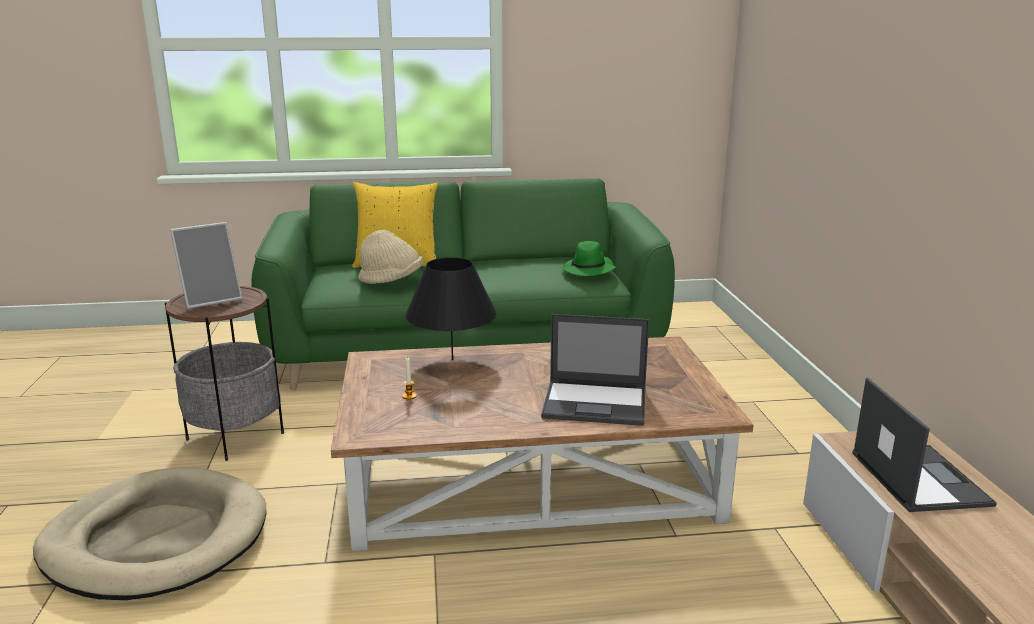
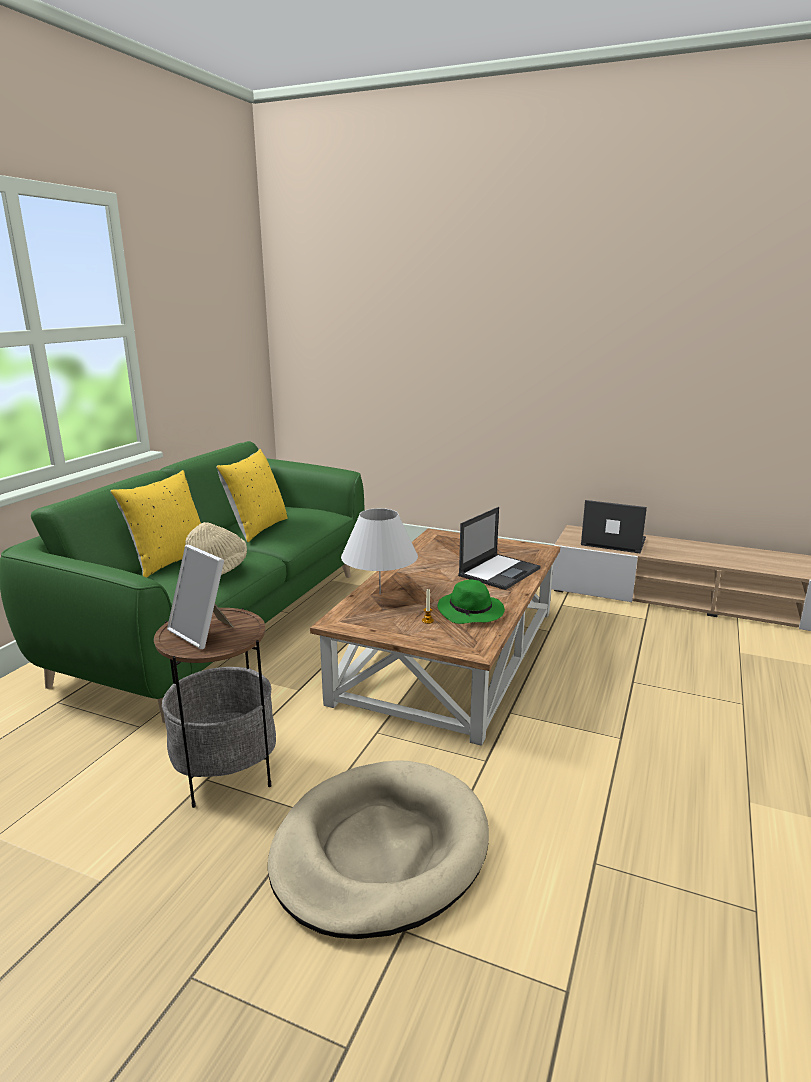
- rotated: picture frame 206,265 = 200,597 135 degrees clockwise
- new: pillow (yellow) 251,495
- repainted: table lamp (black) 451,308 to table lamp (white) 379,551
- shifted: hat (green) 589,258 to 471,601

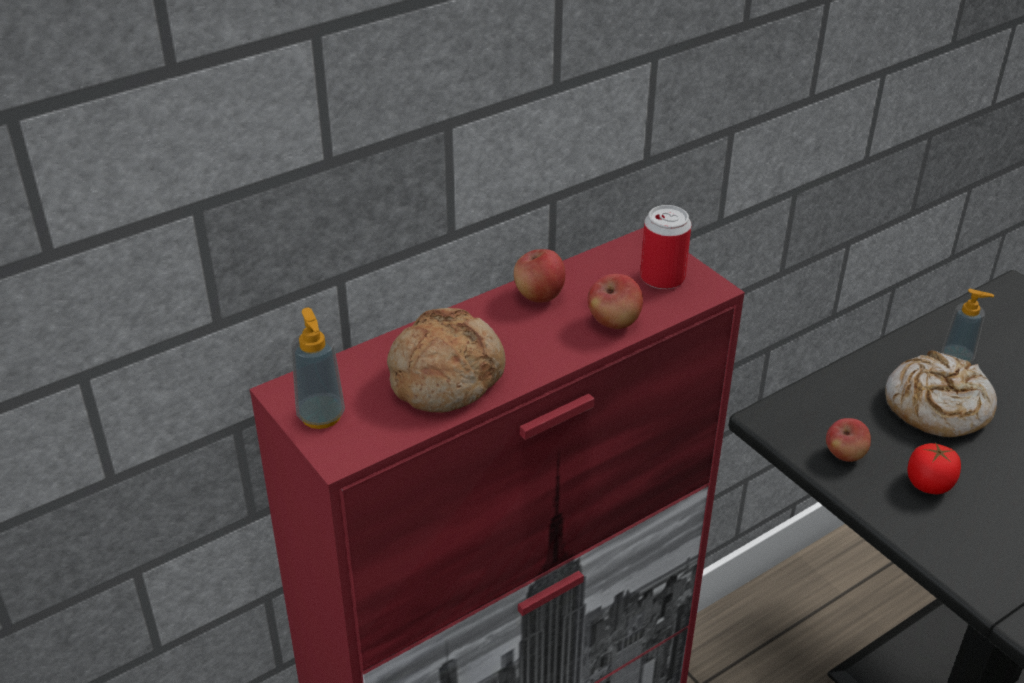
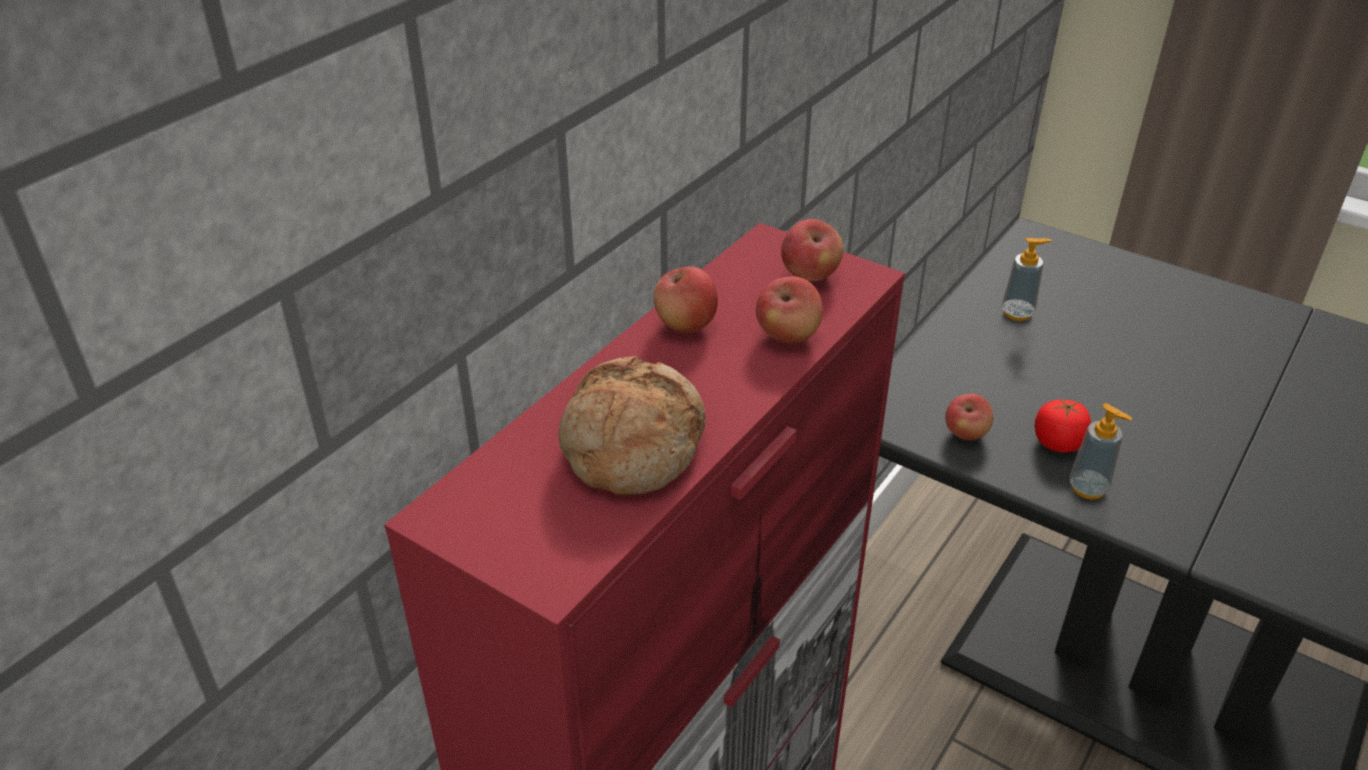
- swapped: can 665,247 to apple 812,250
- shifted: soap dispenser 318,368 to 1100,451
- gone: bread 941,393

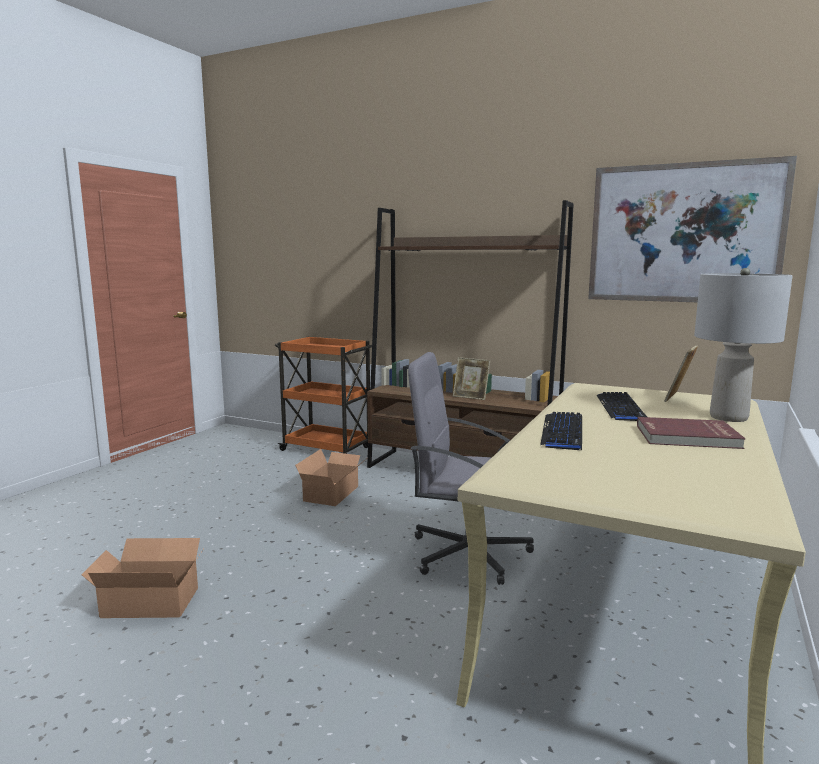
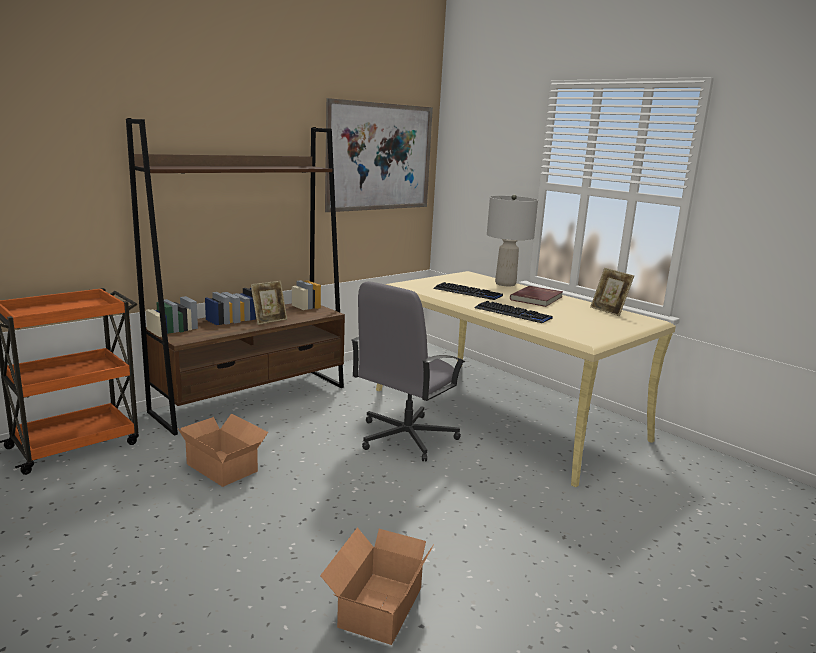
- shifted: picture frame 681,373 to 612,292

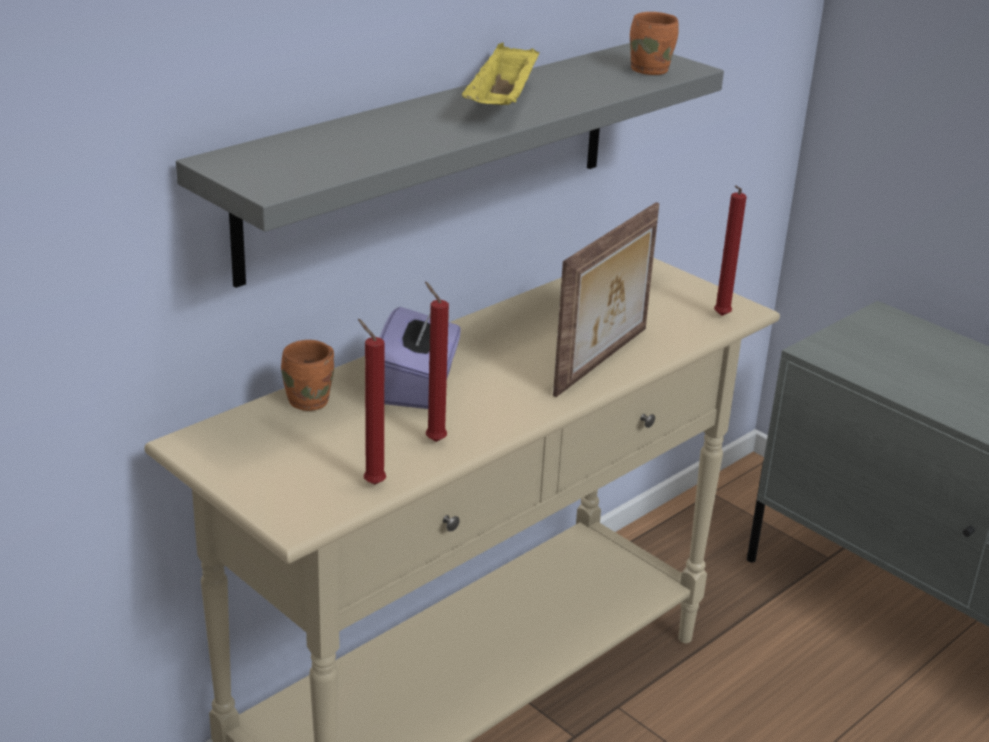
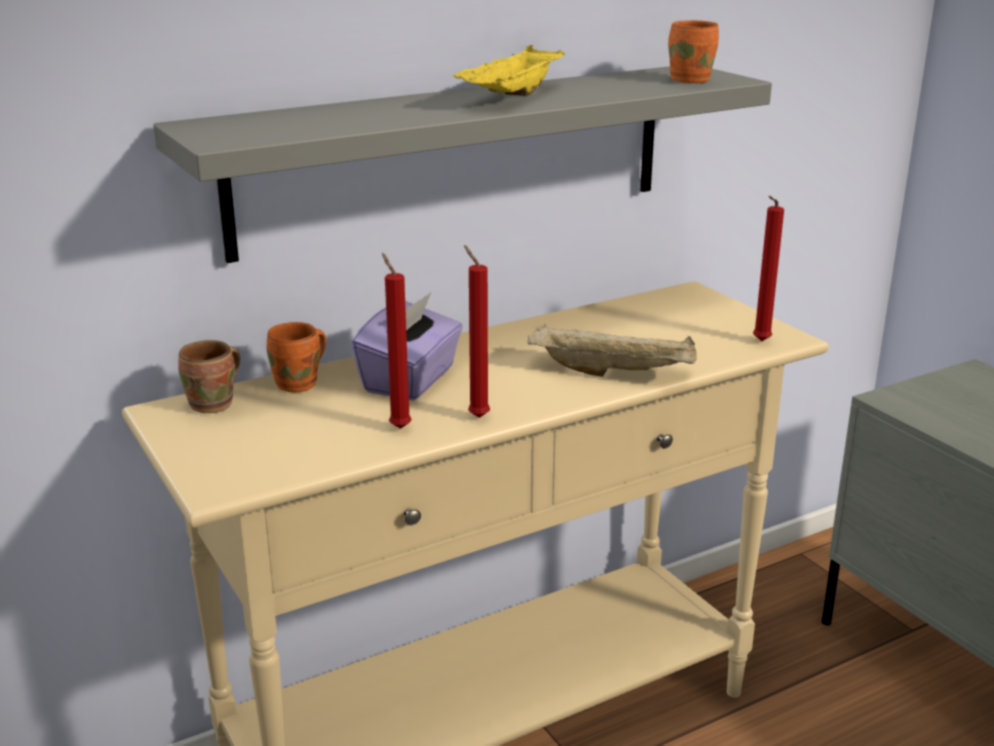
- new: mug (brown) 209,376
- shifted: candle (red) 372,402 to 477,331
- swapped: picture frame 606,299 to tray (beige) 612,350

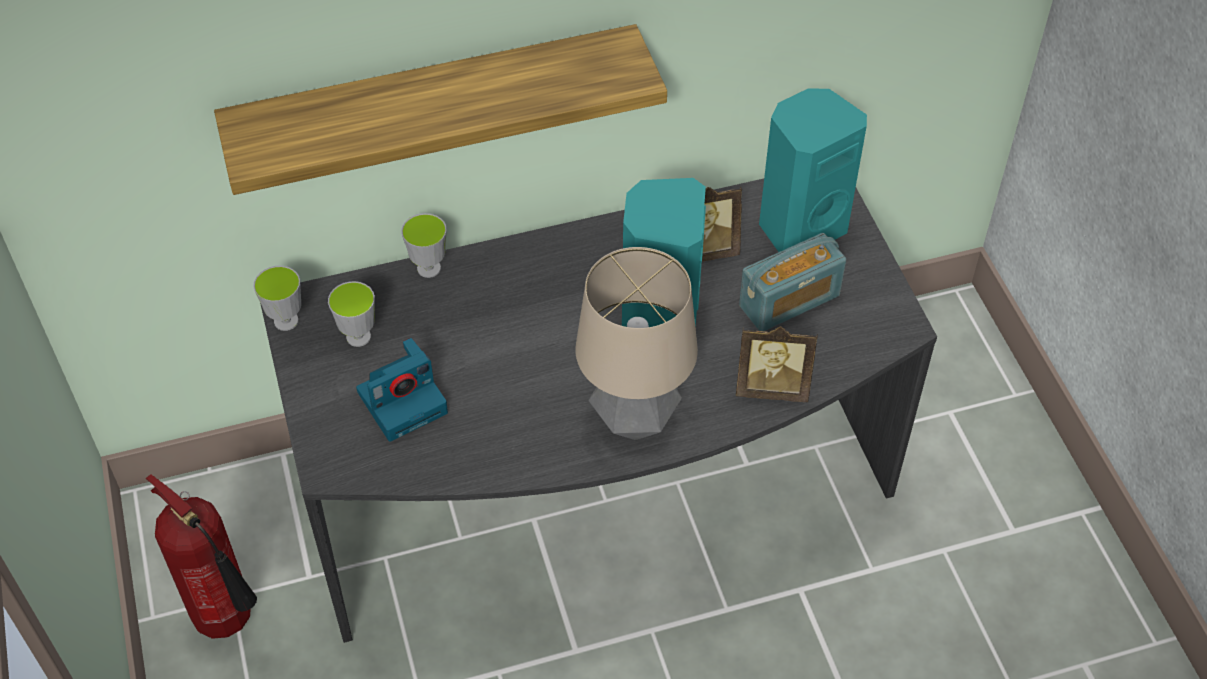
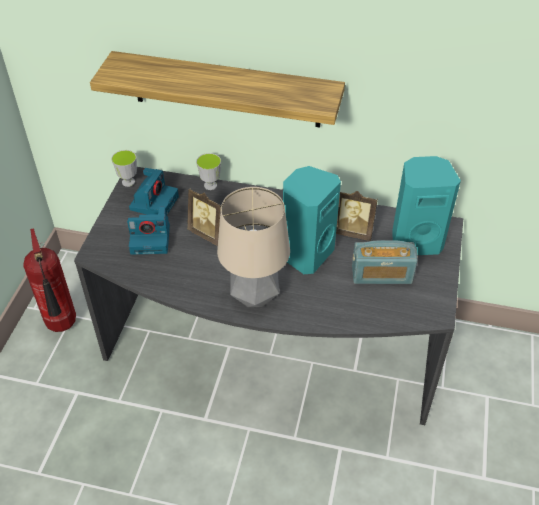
- swapped: cup 351,314 to photo camera 154,191
- shifted: picture frame 777,364 to 204,217

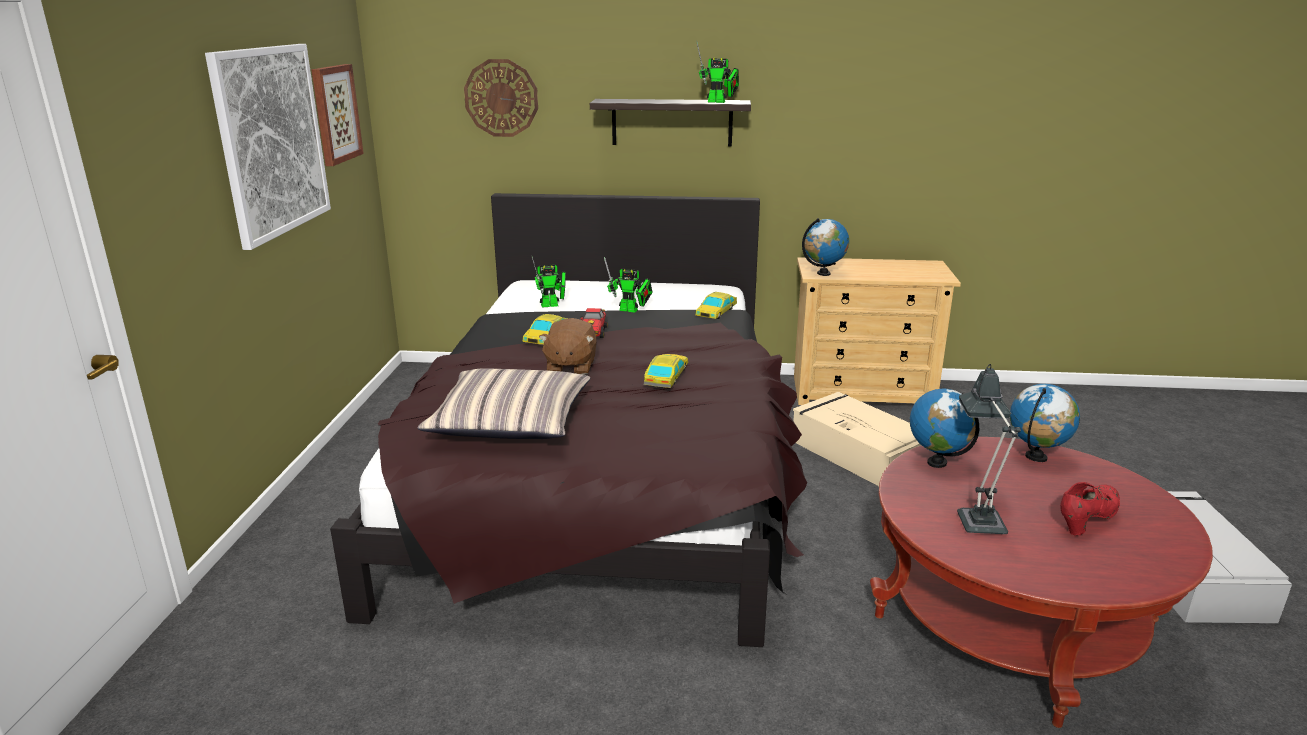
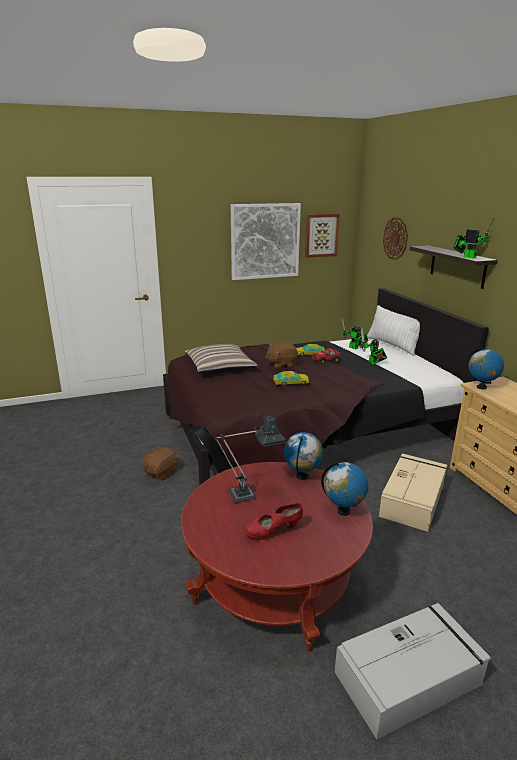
- new: plush toy (brown) 160,463
- rotated: shoe (red) 1090,509 = 273,520 135 degrees clockwise
- new: pillow (white) 393,330
- rotated: toy robot 717,72 = 473,238 150 degrees clockwise
- gone: toy car 716,305

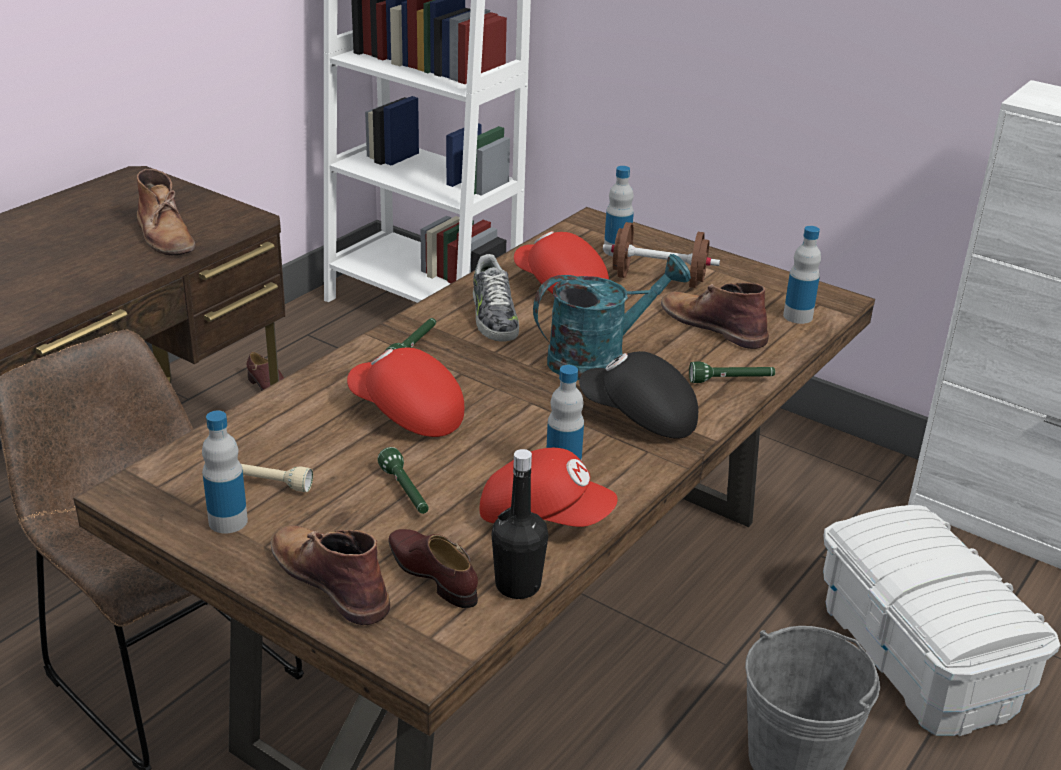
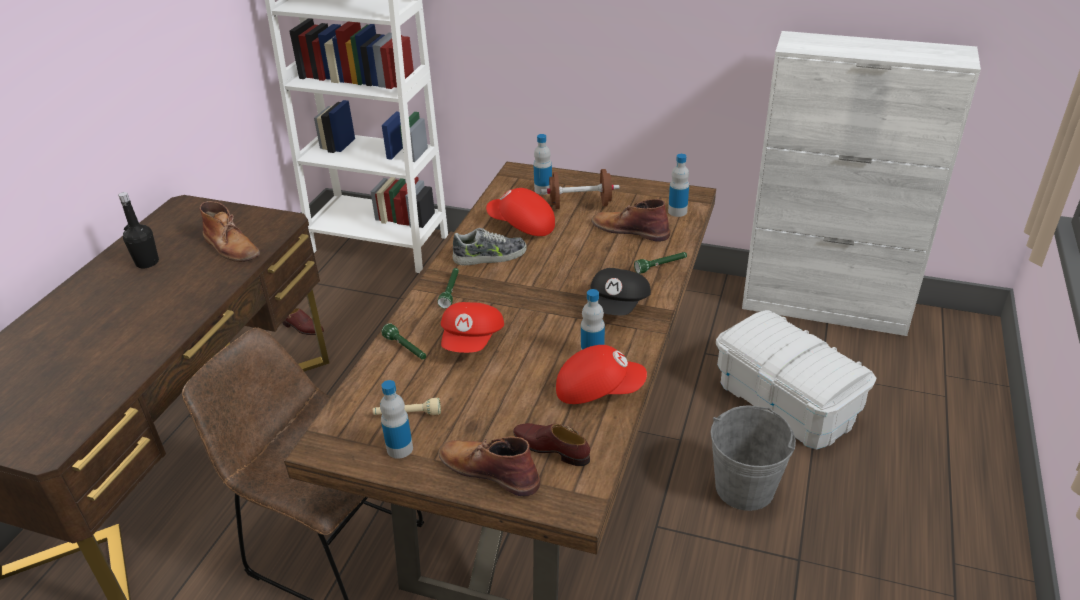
- shifted: bottle (black) 519,524 to 138,230
- shifted: flashlight (green) 403,480 to 403,341
- rotated: cap (red) 405,392 = 472,327 90 degrees counterclockwise
- rotated: shoe 496,298 = 489,247 75 degrees counterclockwise
- rotated: cap (black) 638,395 = 621,291 75 degrees counterclockwise
- gone: watering can (turquoise) 612,317

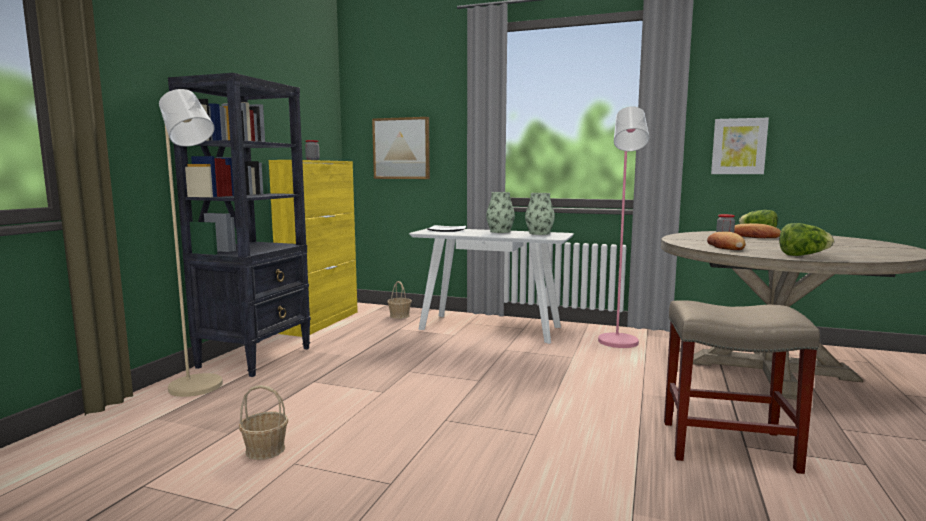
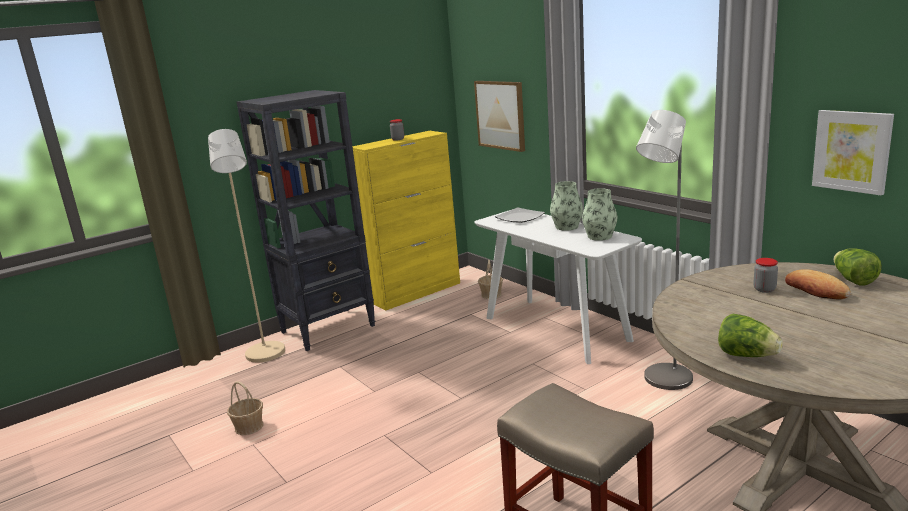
- repainted: floor lamp (pink) 623,227 to floor lamp (grey) 664,250
- gone: bread 726,240

